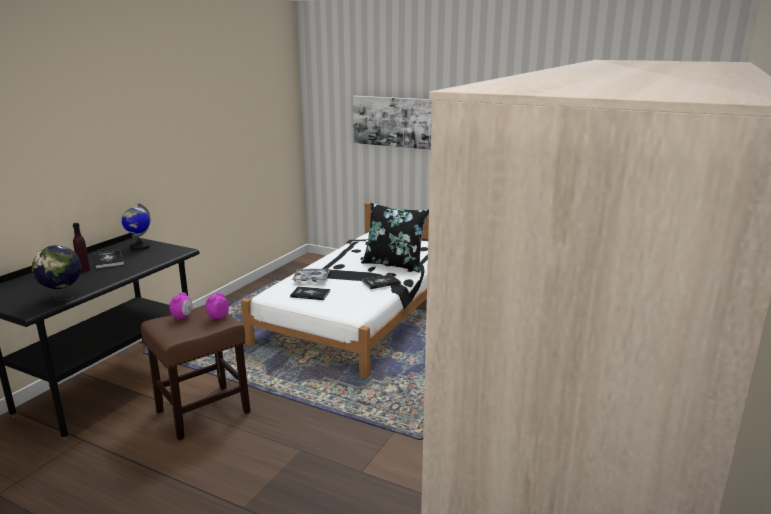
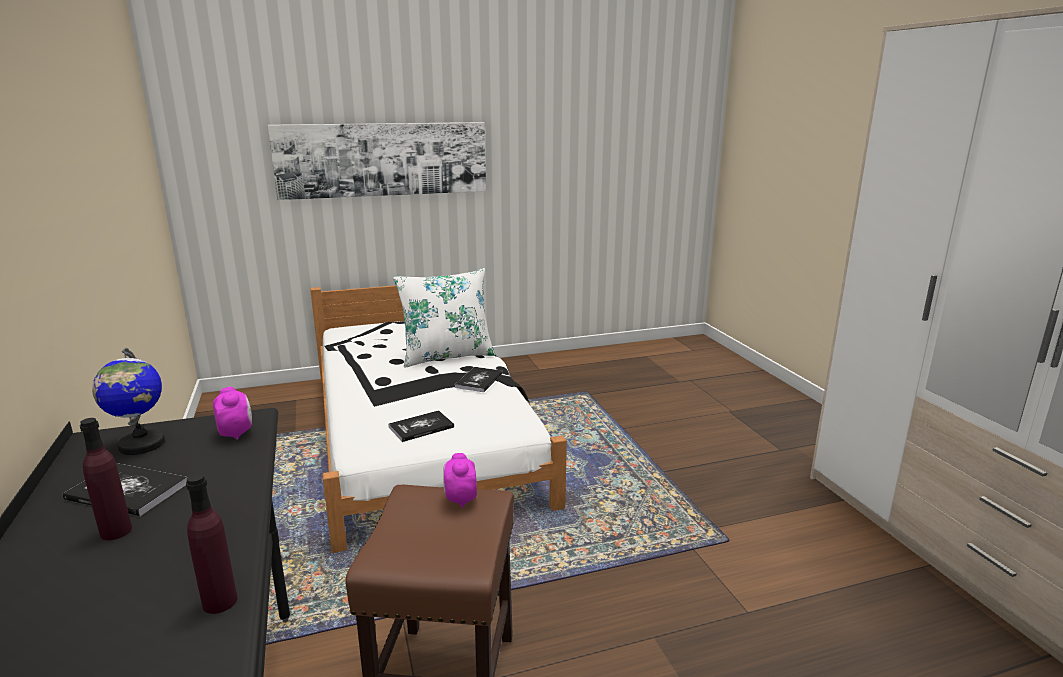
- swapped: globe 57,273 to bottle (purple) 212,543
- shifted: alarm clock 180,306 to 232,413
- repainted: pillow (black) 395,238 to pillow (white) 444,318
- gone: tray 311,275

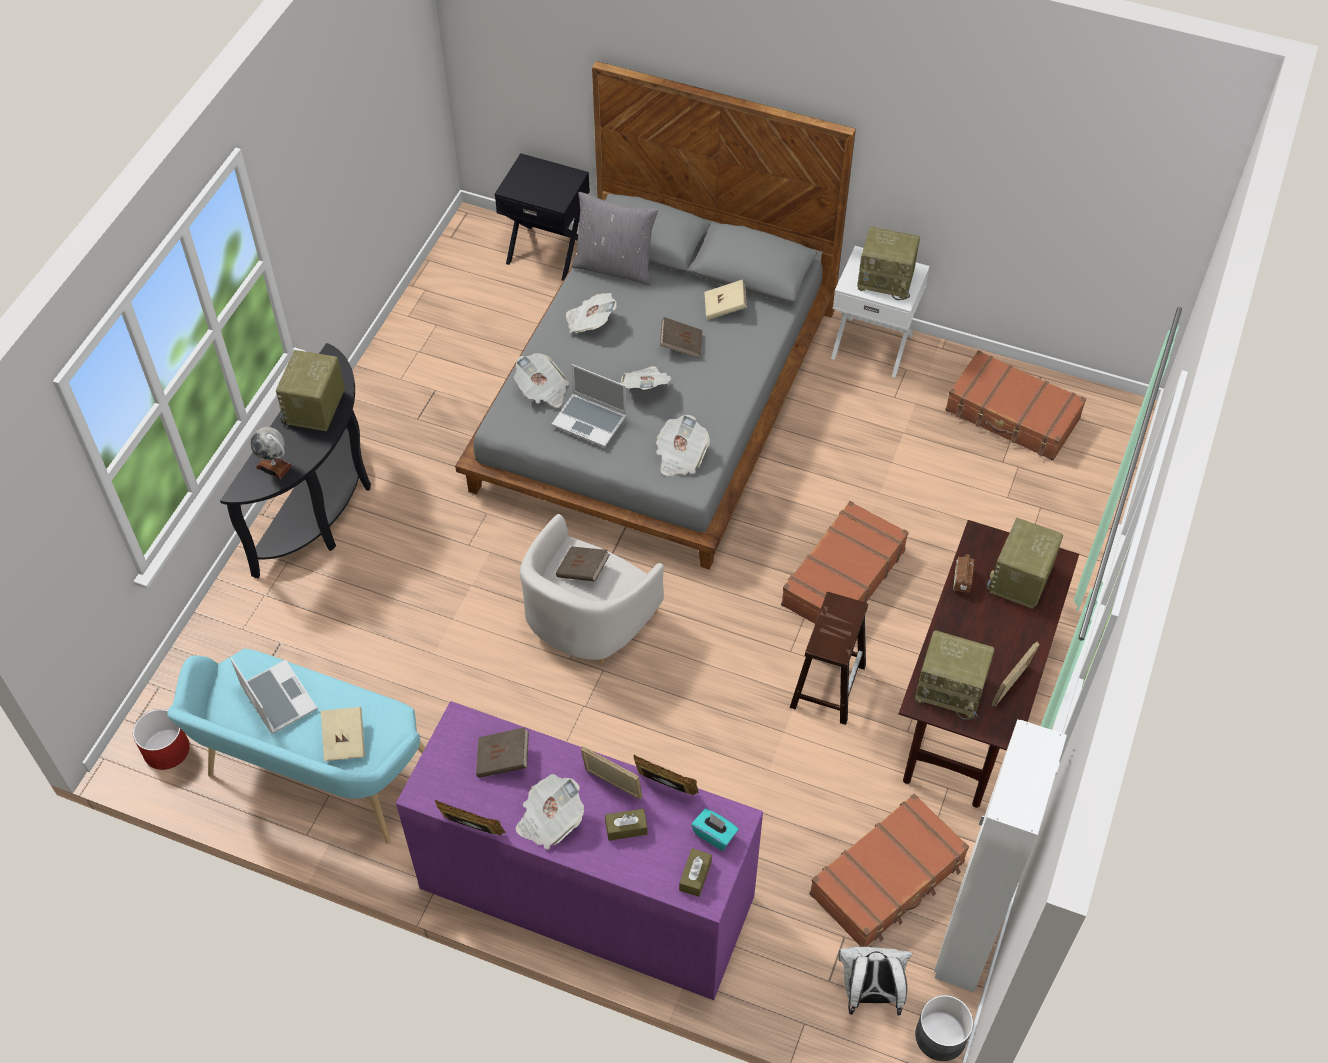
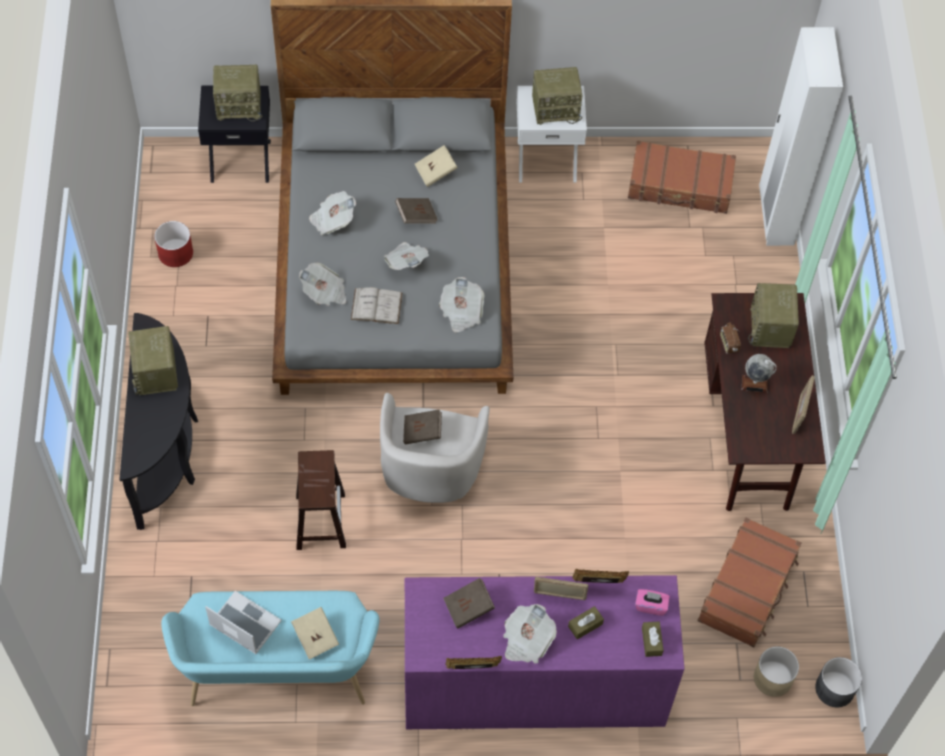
- shifted: planter (red) 161,739 to 173,244
- shifted: radio 954,675 to 237,93
- shifted: stool (brown) 829,658 to 321,500
- swapped: laptop 589,405 to book (white) 376,305
- repainted: tissue box (turquoise) 715,830 to tissue box (pink) 652,602
- shifted: globe 271,453 to 759,373
- swapped: backpack (white) 875,981 to planter (beige) 776,671
- shifted: wardrobe (white) 1000,855 to 801,136
- gone: pillow (grey) 615,238
- gone: suitcase (brown) 845,562

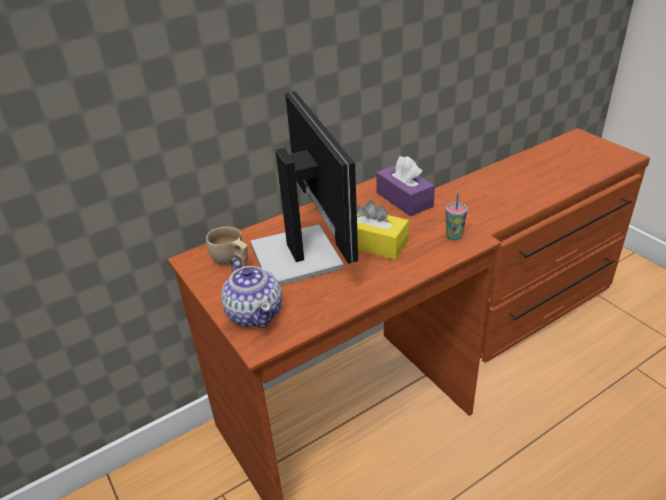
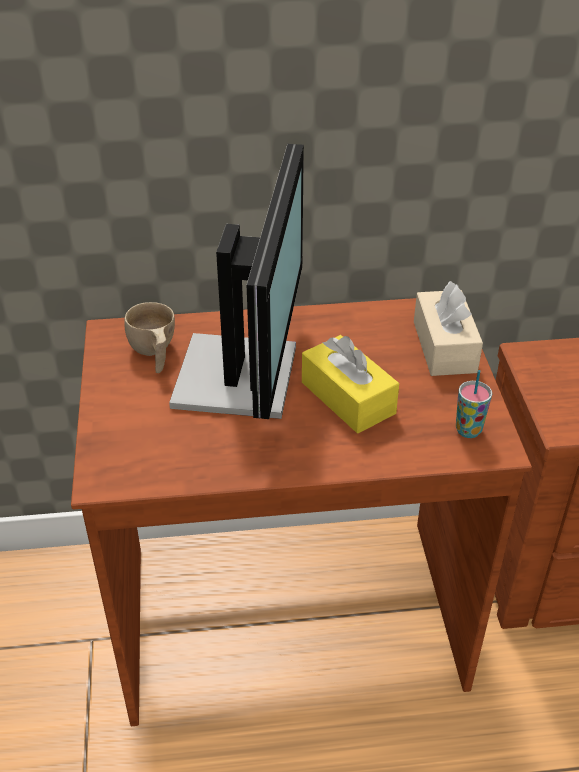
- repainted: tissue box (purple) 405,186 to tissue box (beige) 448,328
- gone: teapot 251,293

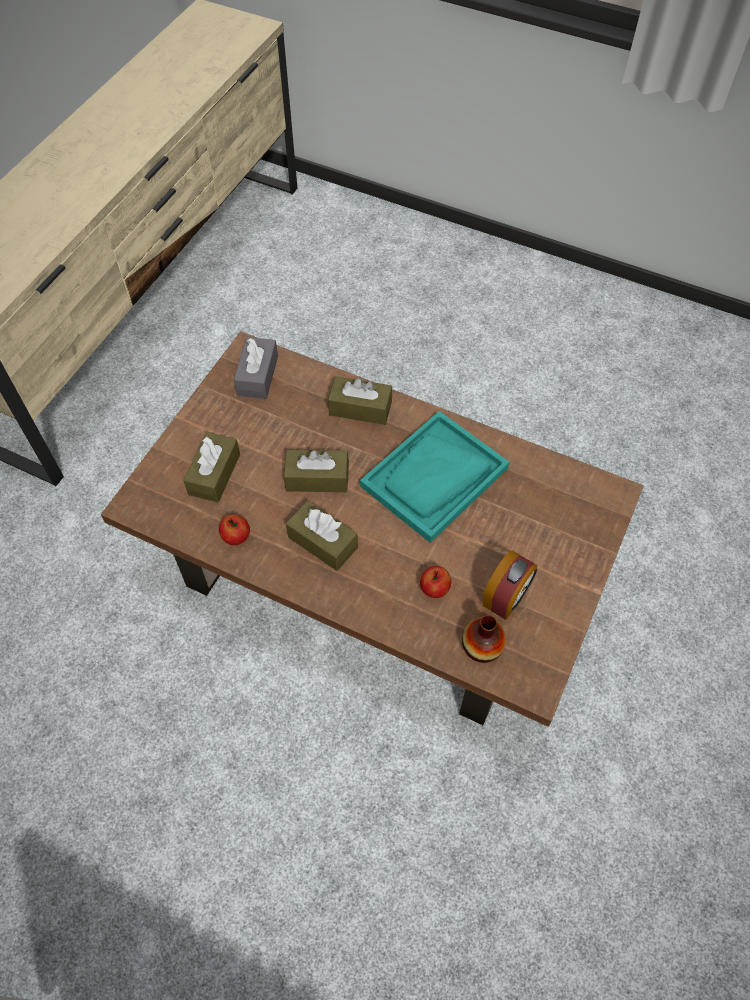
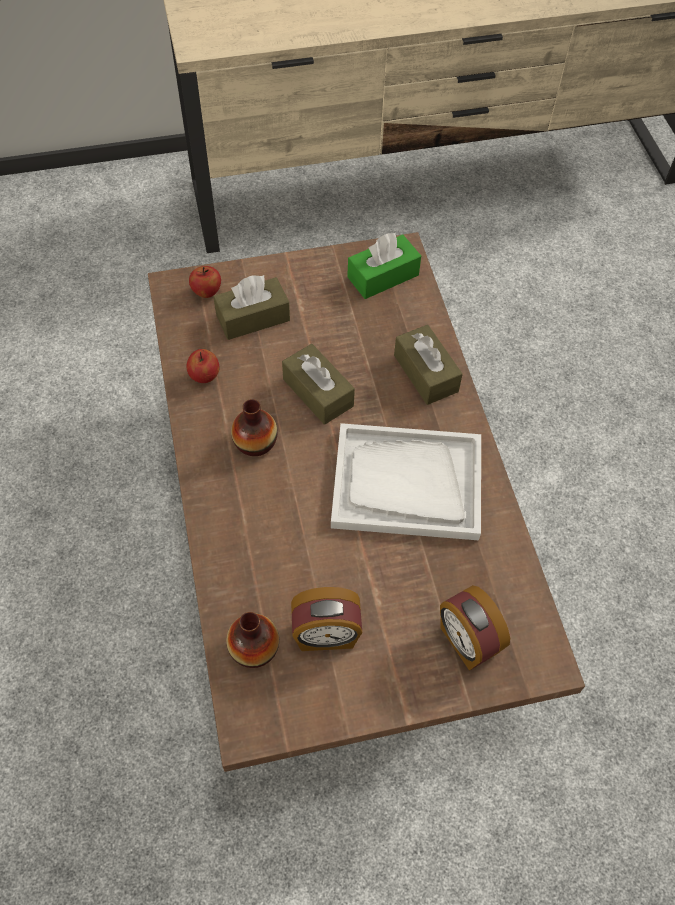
- shifted: apple 435,582 to 205,282
- swapped: tissue box (brown) 322,536 to vase 254,427
- repainted: tray (turquoise) 434,477 to tray (white) 406,481
- repainted: tissue box (grey) 256,368 to tissue box (green) 384,266
- new: alarm clock 475,628

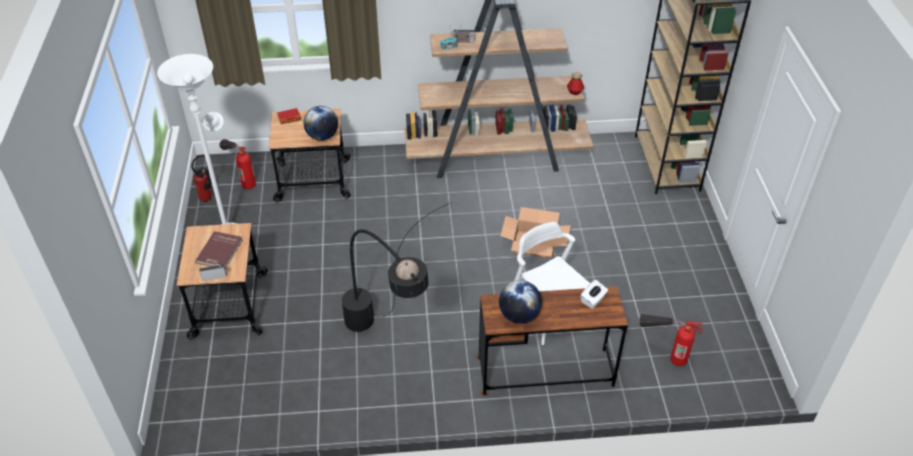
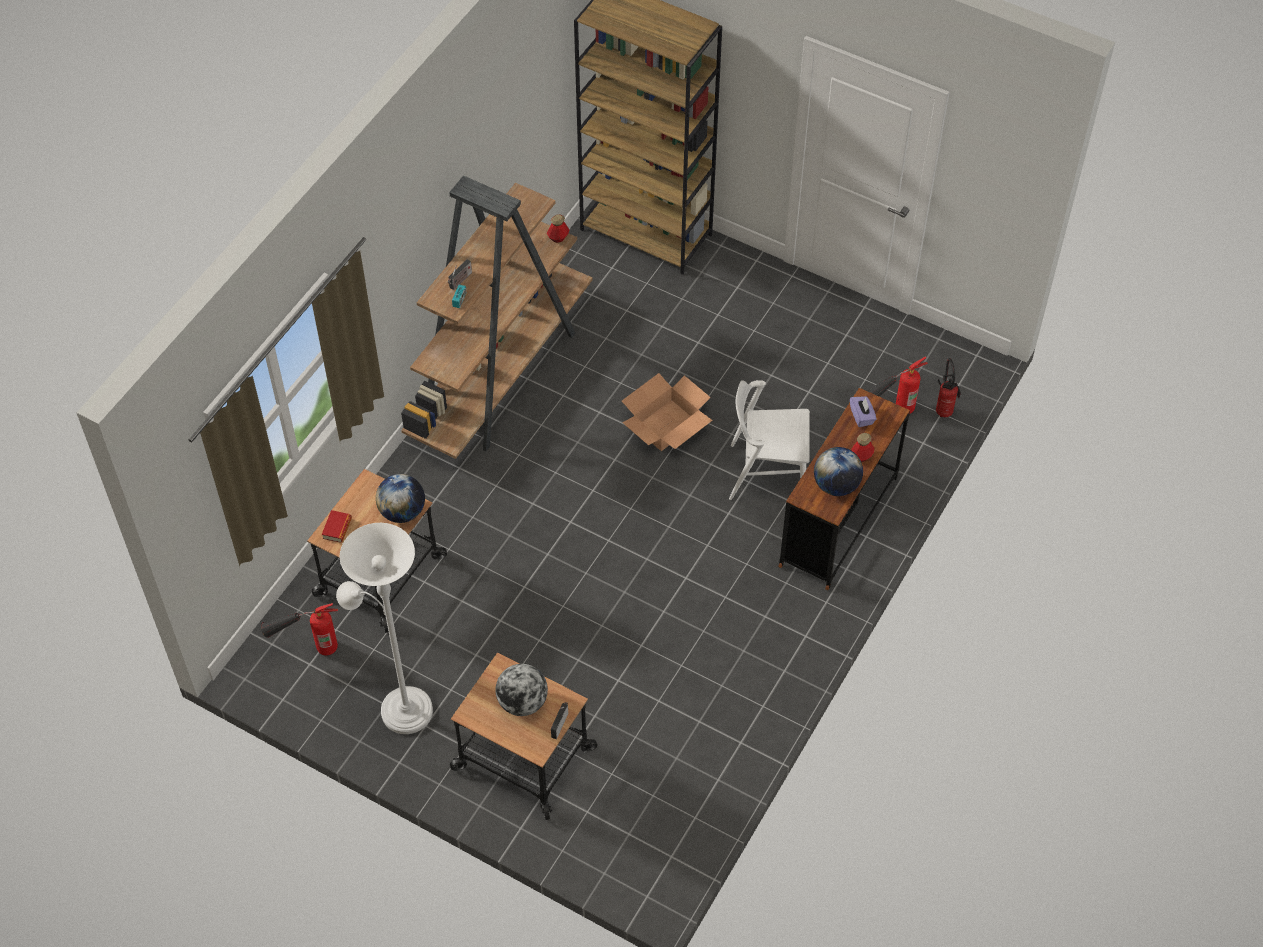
- swapped: book (red) 219,250 to globe 522,690
- repainted: tissue box (white) 594,294 to tissue box (purple) 863,411
- new: bottle 862,447
- shifted: fire extinguisher 201,178 to 948,387
- gone: floor lamp (black) 397,267

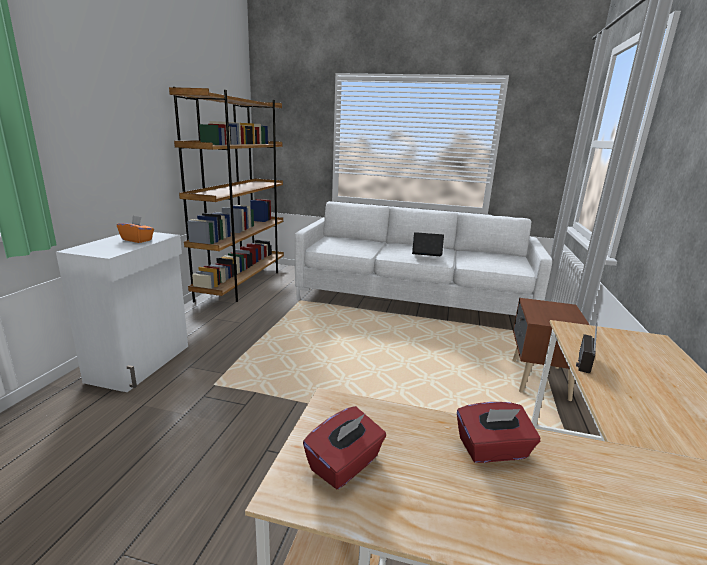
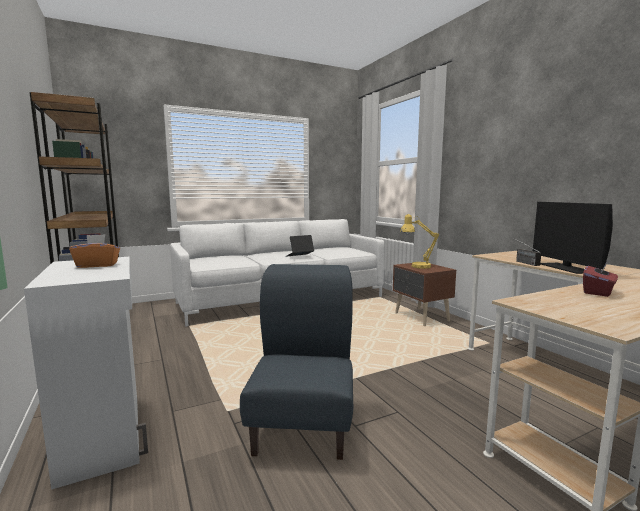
- new: chair (blue) 296,362
- new: table lamp (yellow) 420,241
- new: monitor 573,238
- gone: tissue box (red) 344,447

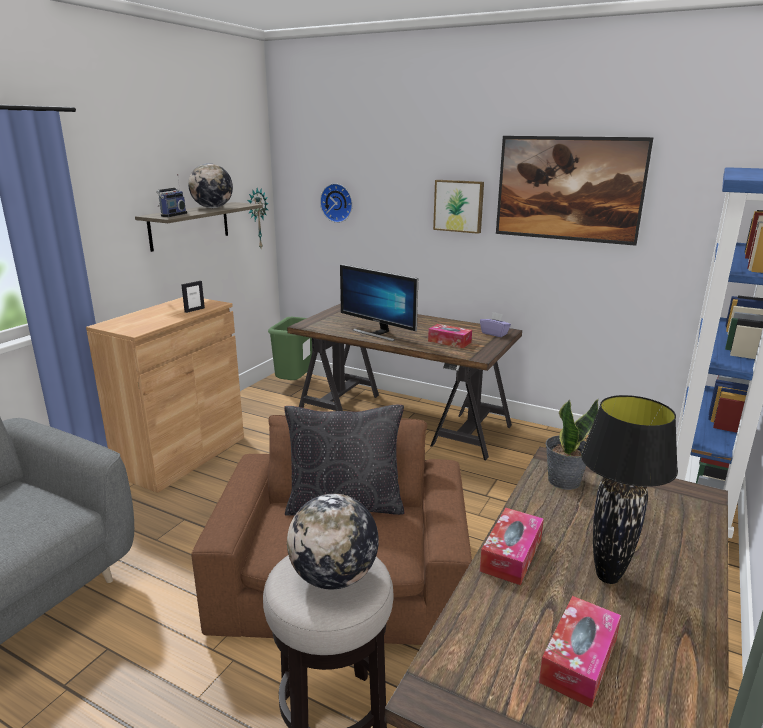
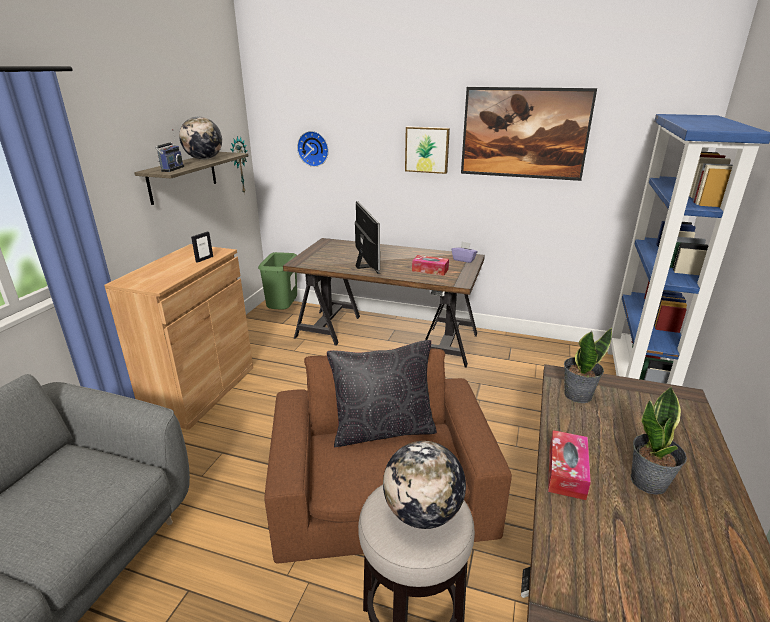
- rotated: monitor 379,302 = 367,237 135 degrees counterclockwise
- swapped: table lamp (black) 629,489 to potted plant 659,440
- gone: tissue box 580,652

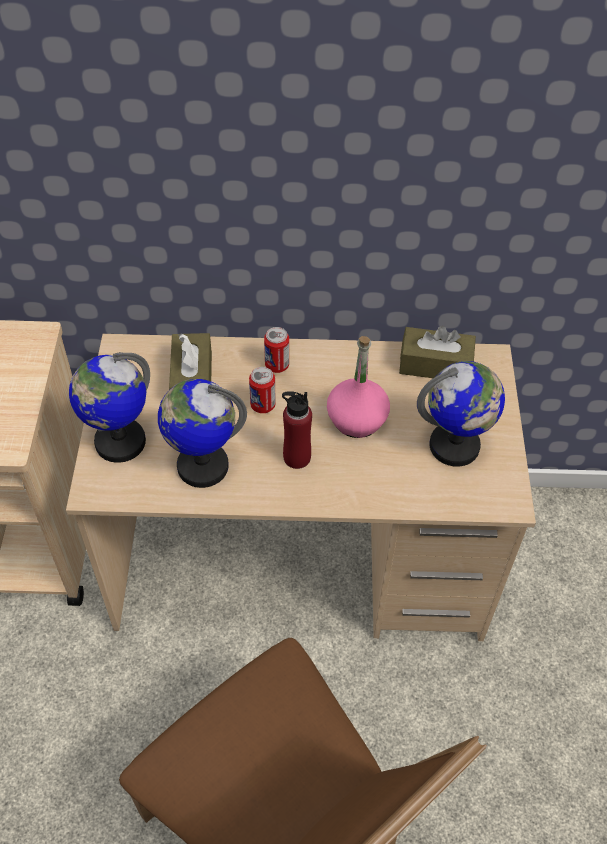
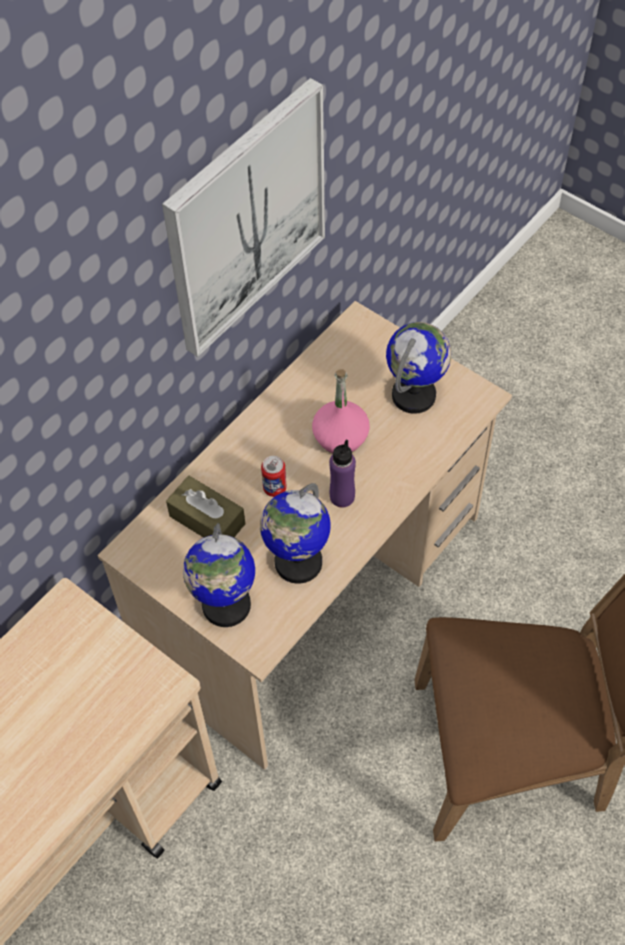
- new: picture 243,217
- repainted: bottle (red) 297,430 to bottle (purple) 342,473
- gone: can 276,350
- gone: tissue box (brown) 437,352

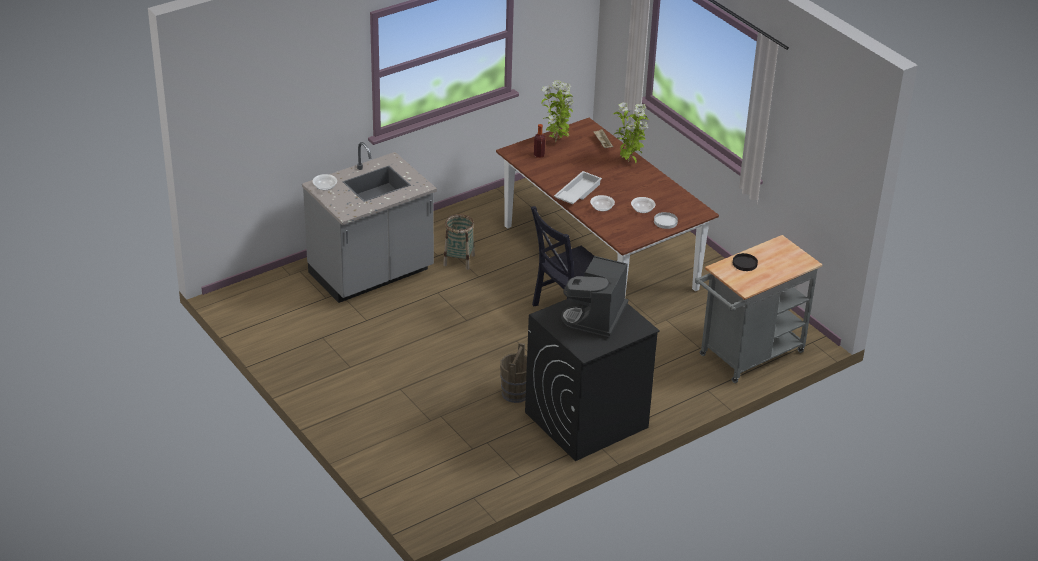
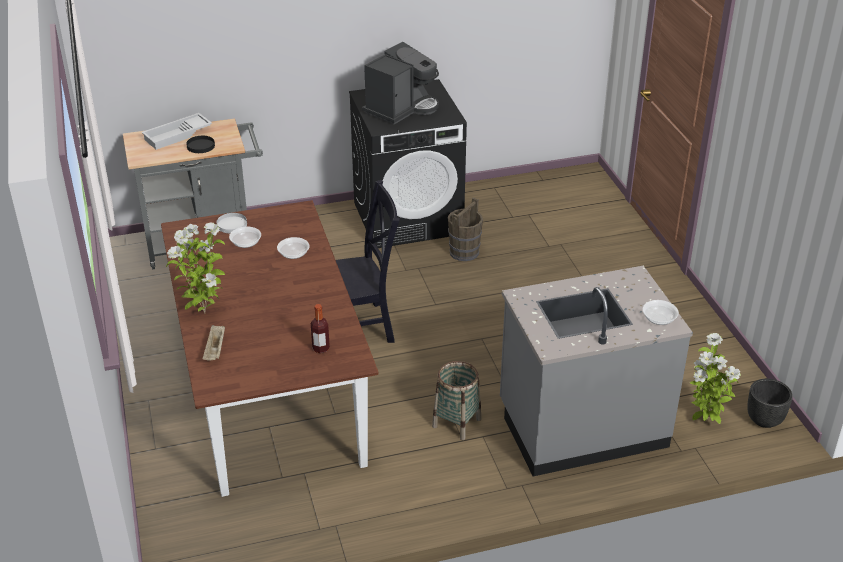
- shifted: tray (white) 578,187 to 177,131
- shifted: potted plant 557,111 to 715,378
- new: planter (black) 770,403

